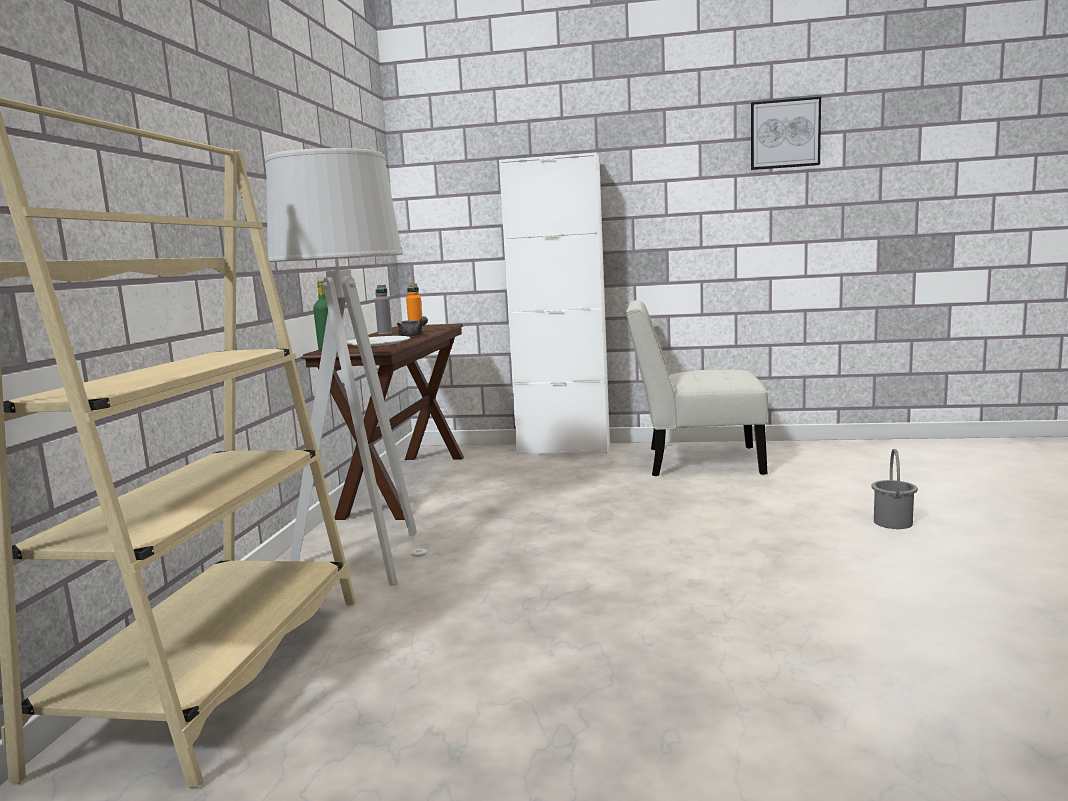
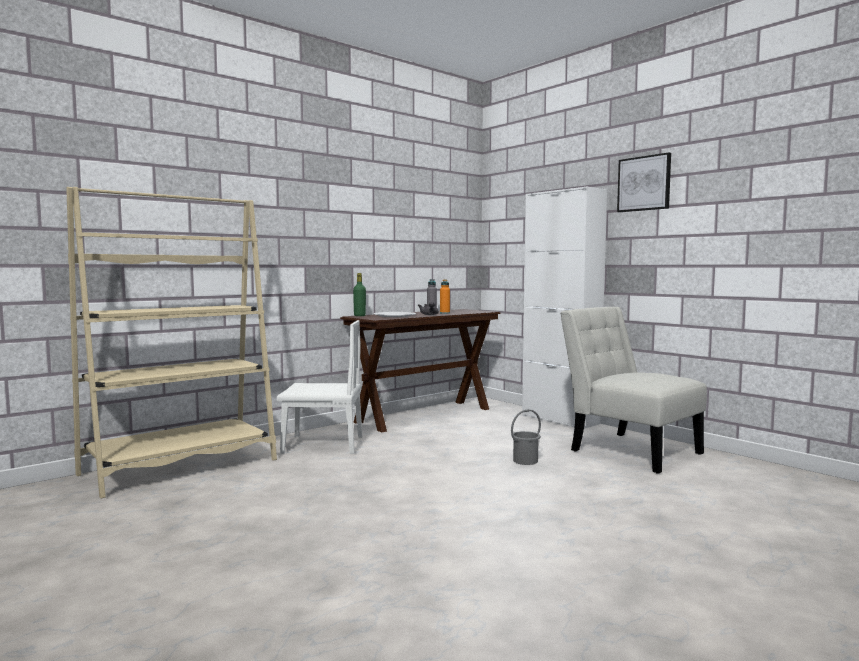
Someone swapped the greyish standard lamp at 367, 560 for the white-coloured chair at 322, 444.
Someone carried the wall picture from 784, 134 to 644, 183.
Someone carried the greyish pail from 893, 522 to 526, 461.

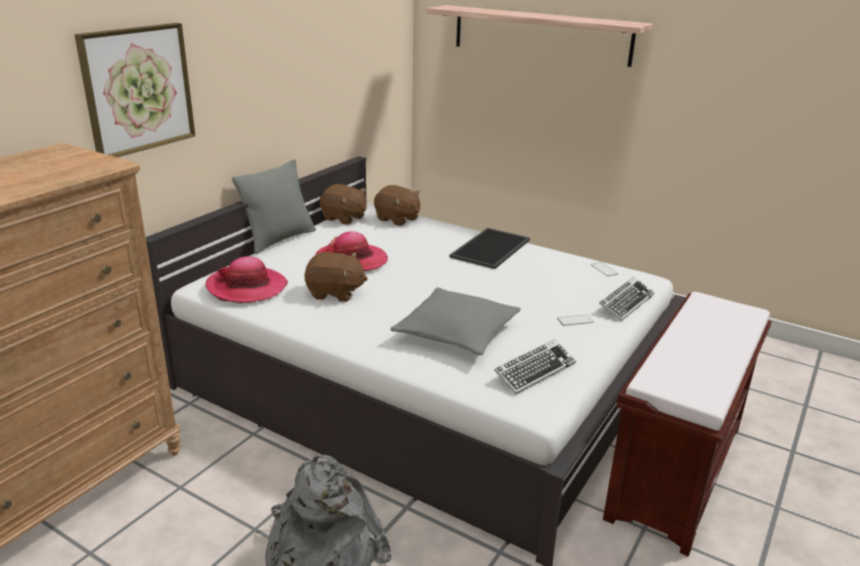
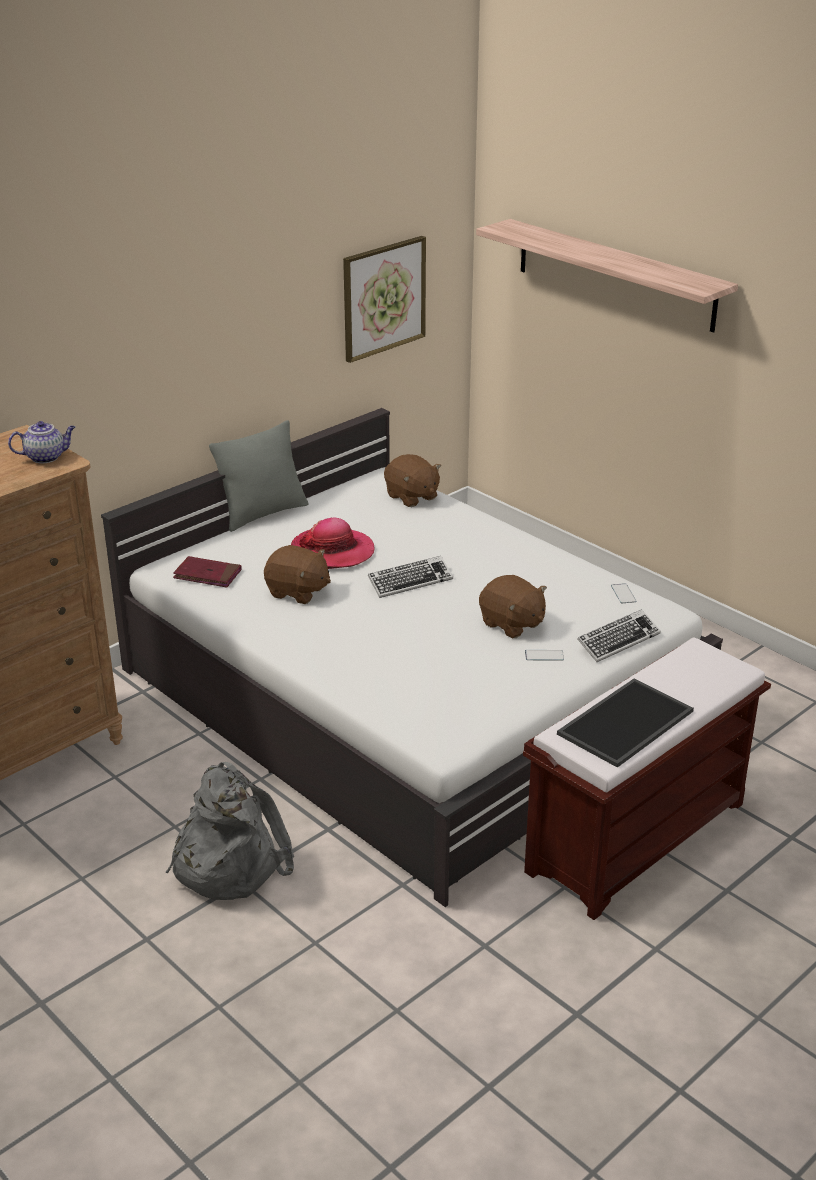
Someone carried the wall picture from 138, 89 to 383, 298.
Someone swapped the wearable hat at 247, 287 for the reddish bound book at 207, 575.
Someone carried the brown-coloured soft toy from 344, 218 to 511, 624.
Someone took away the greyish throw pillow at 456, 332.
Someone carried the serving tray from 491, 249 to 626, 724.
Someone carried the computer keyboard from 535, 371 to 410, 581.
Someone put down the teapot at 46, 457.

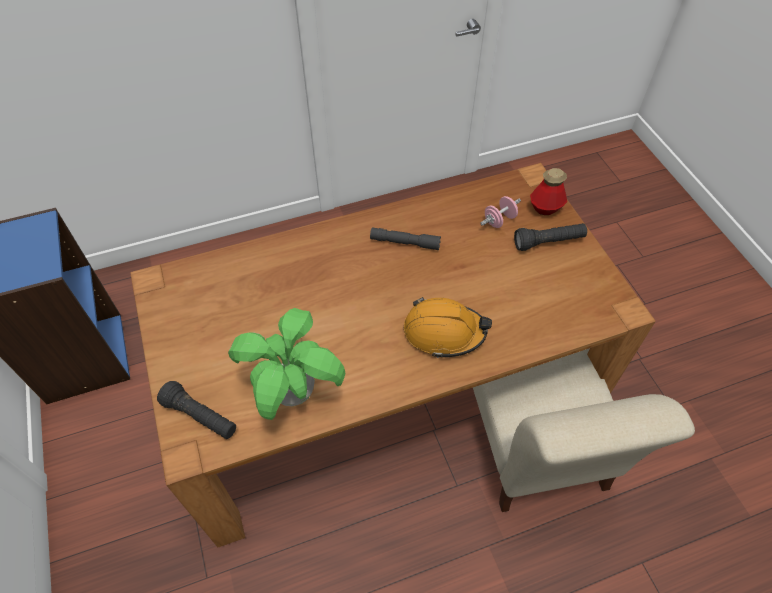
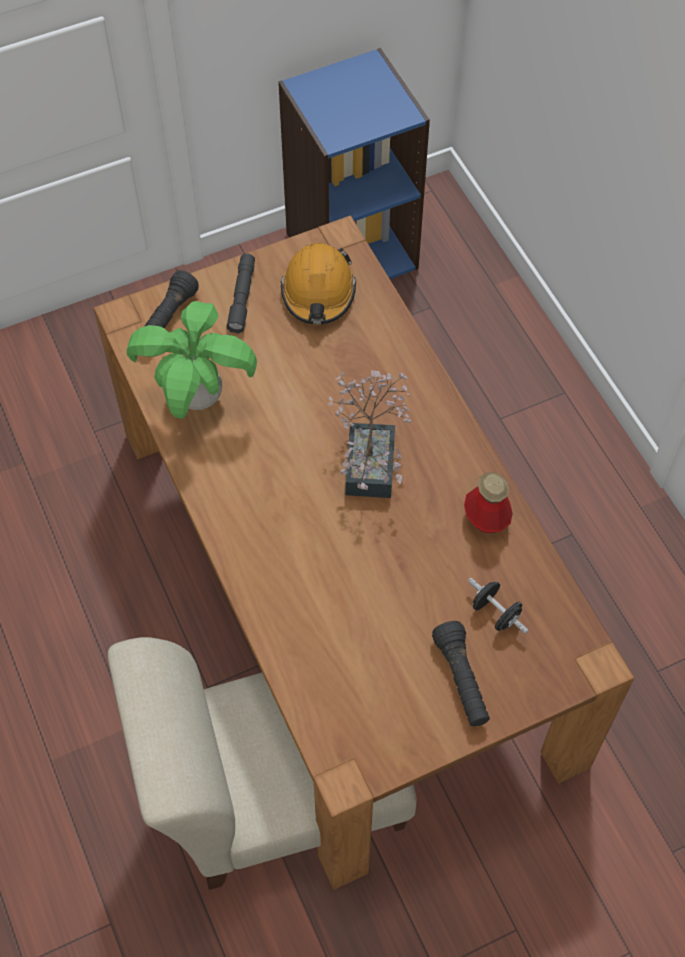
Someone carried the greyish flashlight from 405, 242 to 242, 298.
Someone carried the orangey work helmet from 444, 332 to 318, 292.
Someone repainted the pink-coloured dumbbell at 499, 220, which became the black-coloured dumbbell at 495, 613.
Someone carried the bottle from 545, 208 to 486, 519.
Someone put down the potted plant at 371, 458.

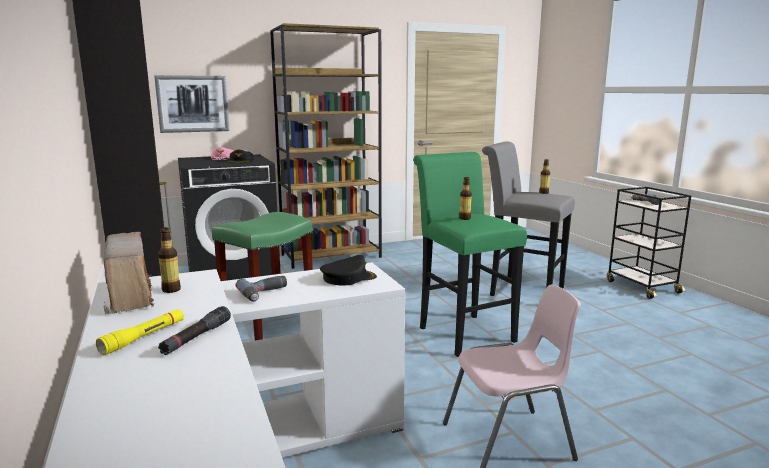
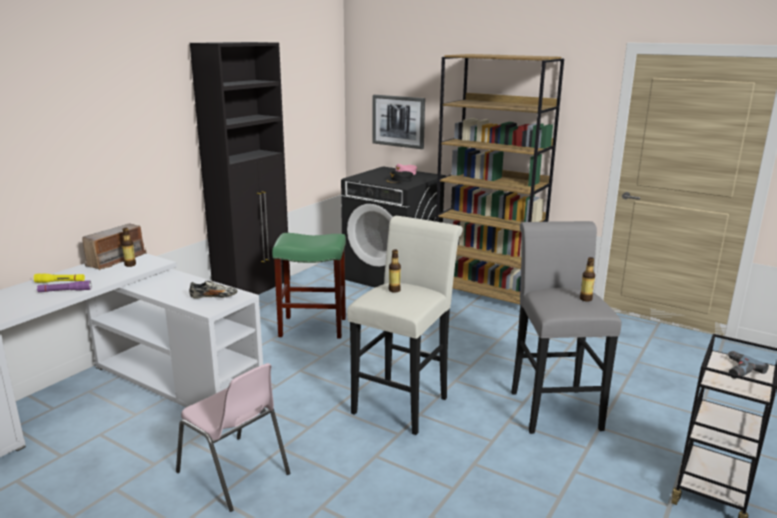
Someone repainted the black-coloured flashlight at 196, 337, which became the purplish flashlight at 65, 291.
Someone took away the drill at 265, 293.
Someone swapped the black-coloured baseball cap at 348, 278 for the shoe at 214, 297.
Someone repainted the green-coloured stool seat at 462, 332, which became the white-coloured stool seat at 404, 402.

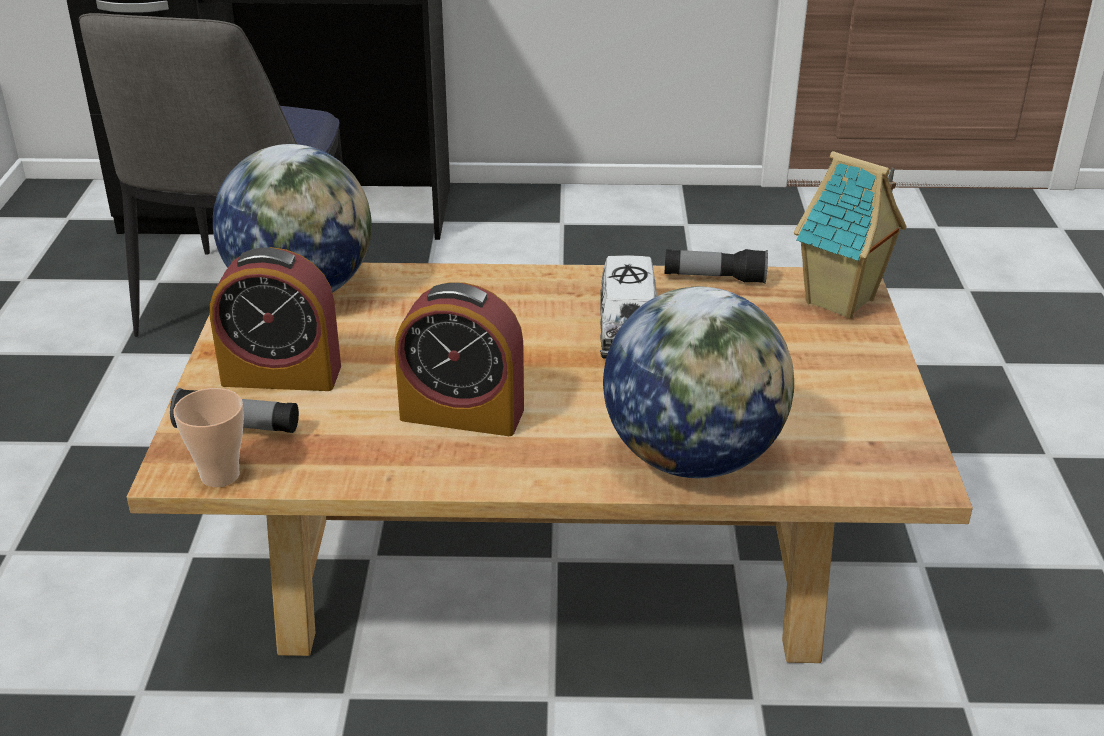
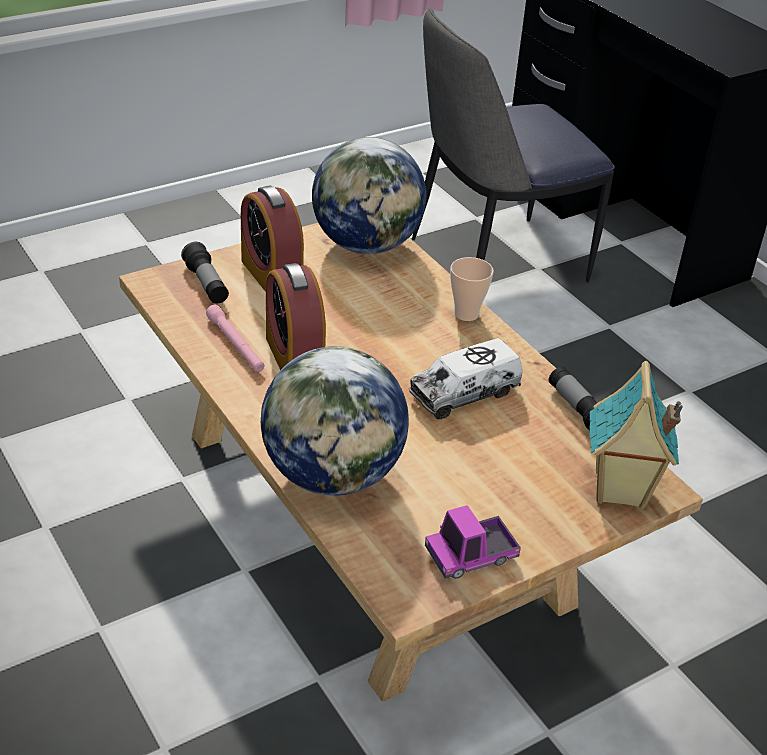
Someone carried the drinking cup from 220, 475 to 466, 314.
Someone put down the pink-coloured flashlight at 235, 345.
Someone put down the toy lorry at 471, 555.

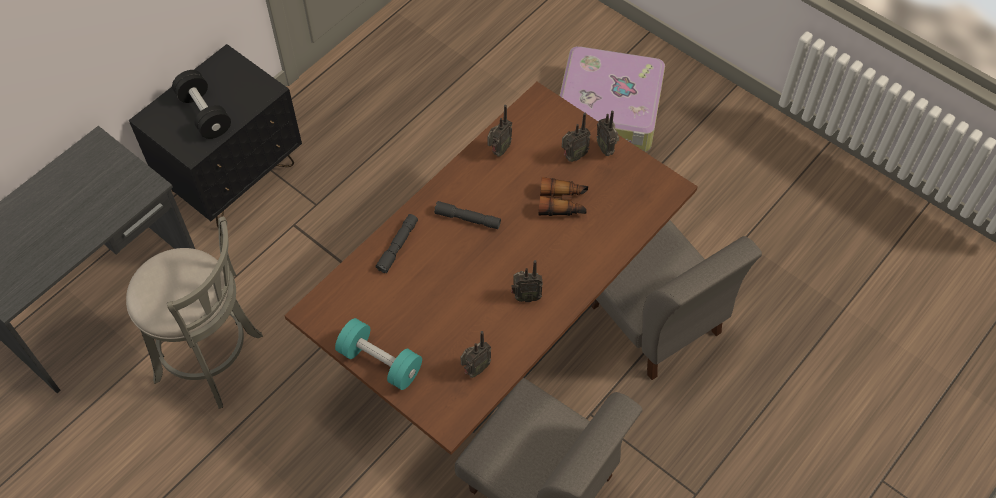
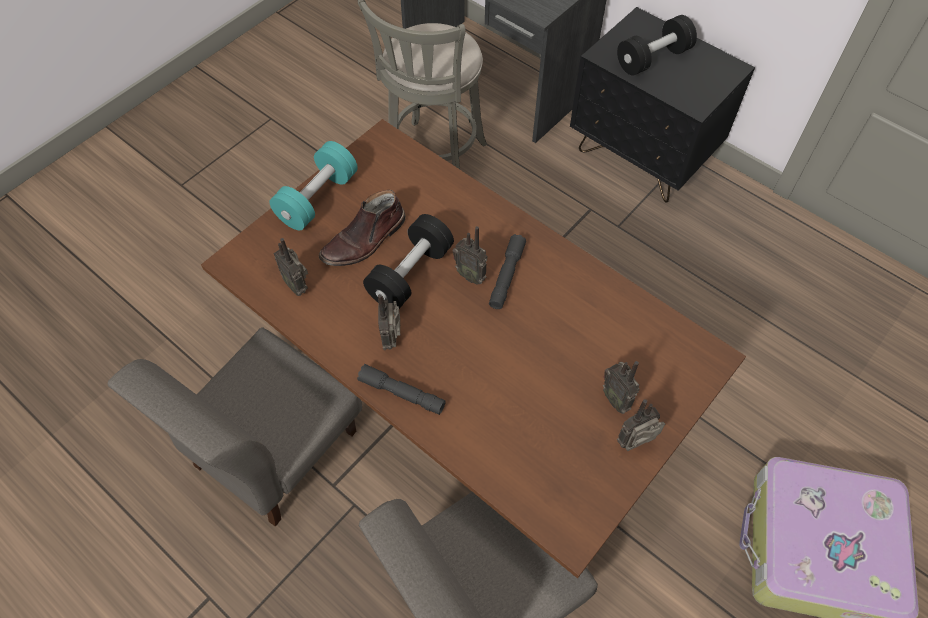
Someone carried the greyish flashlight from 398, 246 to 402, 393.
Someone carried the radio set from 498, 151 to 471, 275.
Someone took away the pair of binoculars at 563, 203.
Someone put down the brown-coloured tall boot at 365, 240.
Someone put down the black-coloured dumbbell at 410, 274.

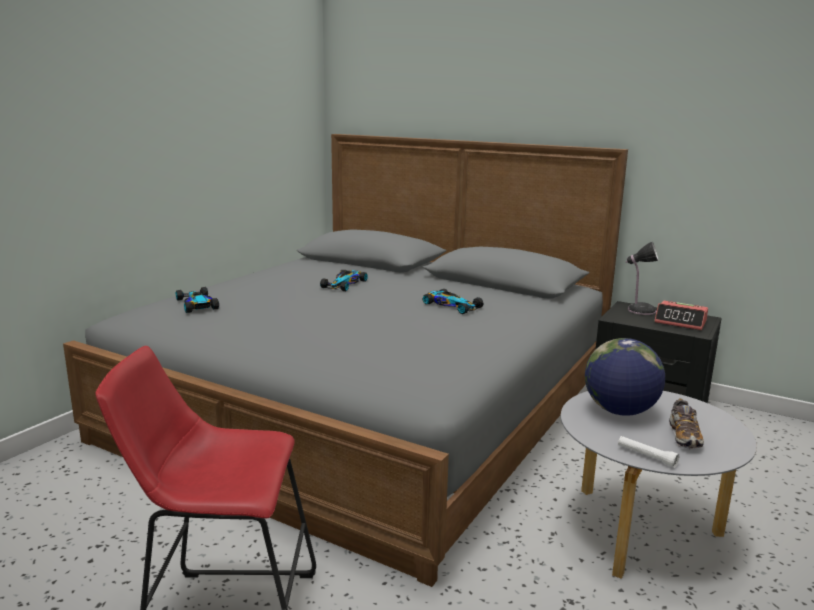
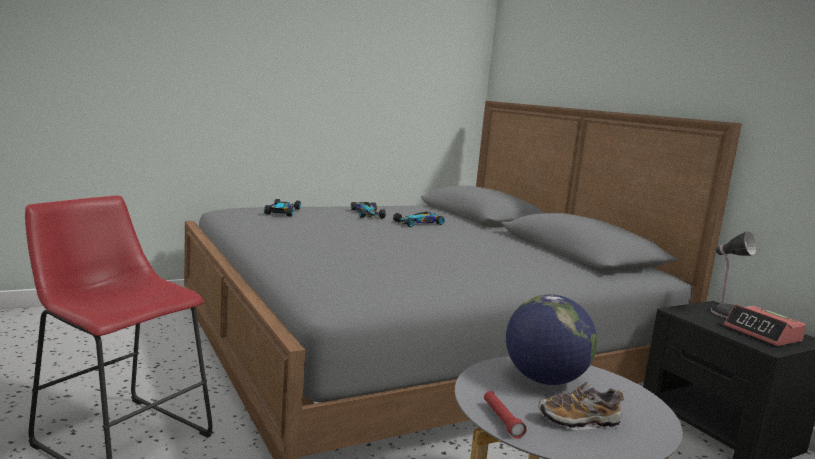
Someone carried the model car from 451, 305 to 367, 213.
Someone repainted the white-coloured flashlight at 646, 456, which became the reddish flashlight at 502, 420.
Someone rotated the shoe at 684, 437 by 45 degrees clockwise.

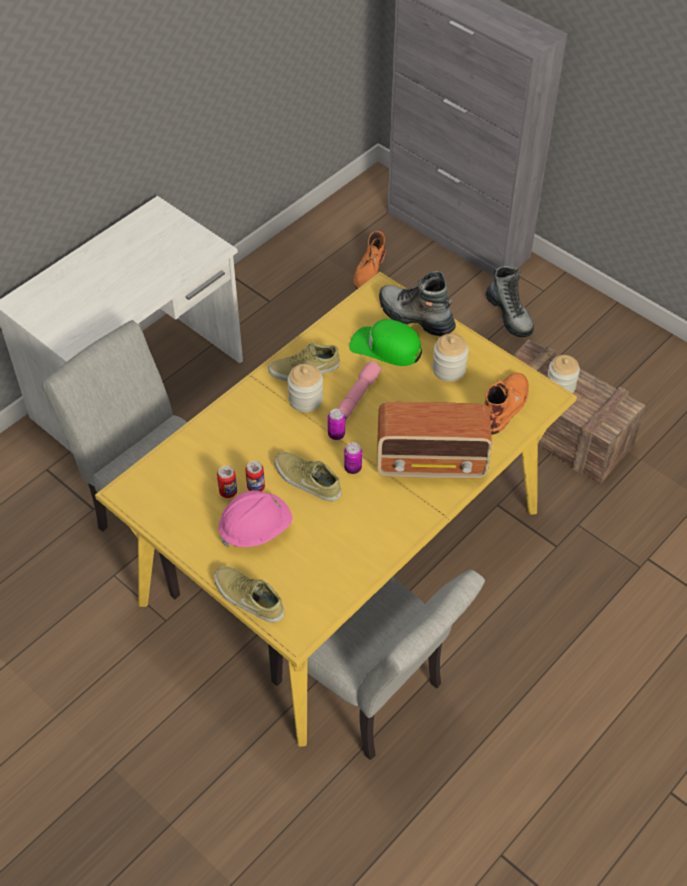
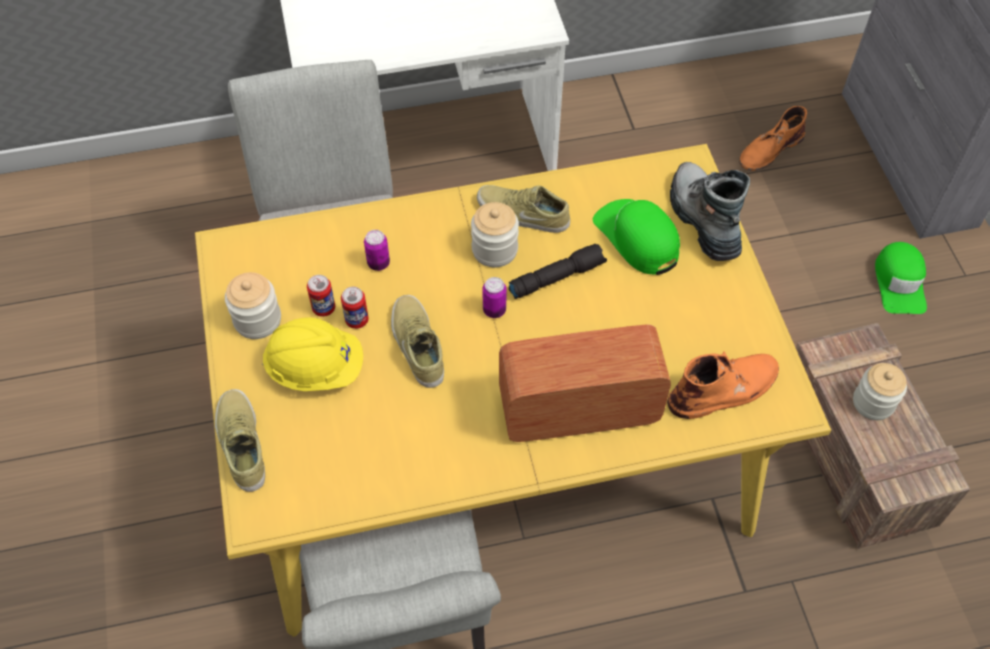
Someone repainted the pink-coloured work helmet at 255, 529, which became the yellow work helmet at 316, 368.
Someone repainted the pink-coloured flashlight at 357, 395, which became the black-coloured flashlight at 557, 276.
Someone carried the metal can from 352, 468 to 378, 263.
Someone rotated the radio set at 432, 463 by 135 degrees clockwise.
Someone carried the storage jar from 449, 369 to 257, 320.
Someone swapped the tall boot at 509, 315 for the green-coloured baseball cap at 899, 283.

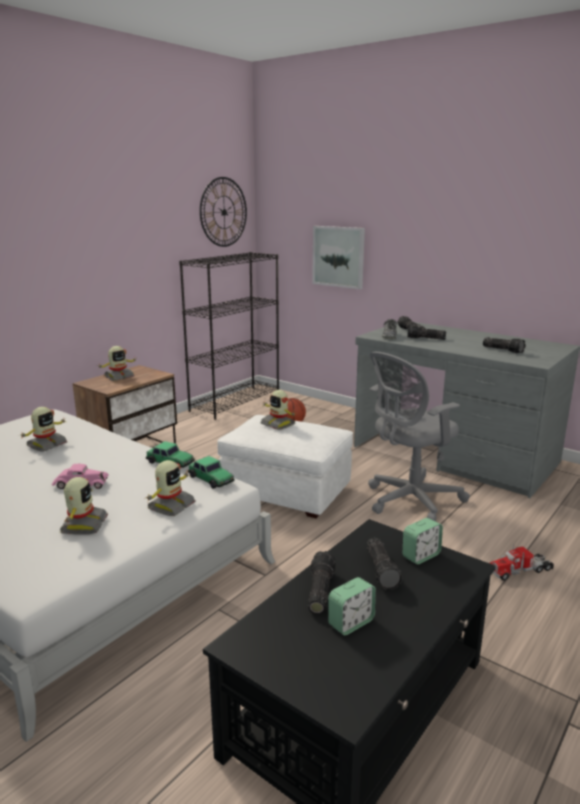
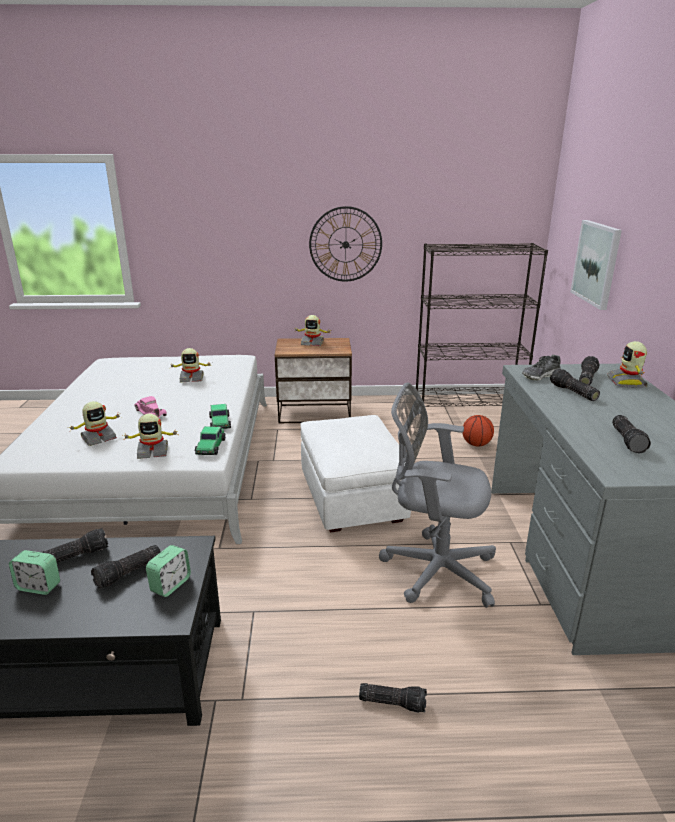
Someone carried the hanging clock from 223, 212 to 345, 244.
Someone carried the robot figure from 278, 424 to 627, 382.
Someone rotated the alarm clock at 421, 556 by 75 degrees counterclockwise.
Someone swapped the toy lorry at 520, 570 for the flashlight at 393, 702.

